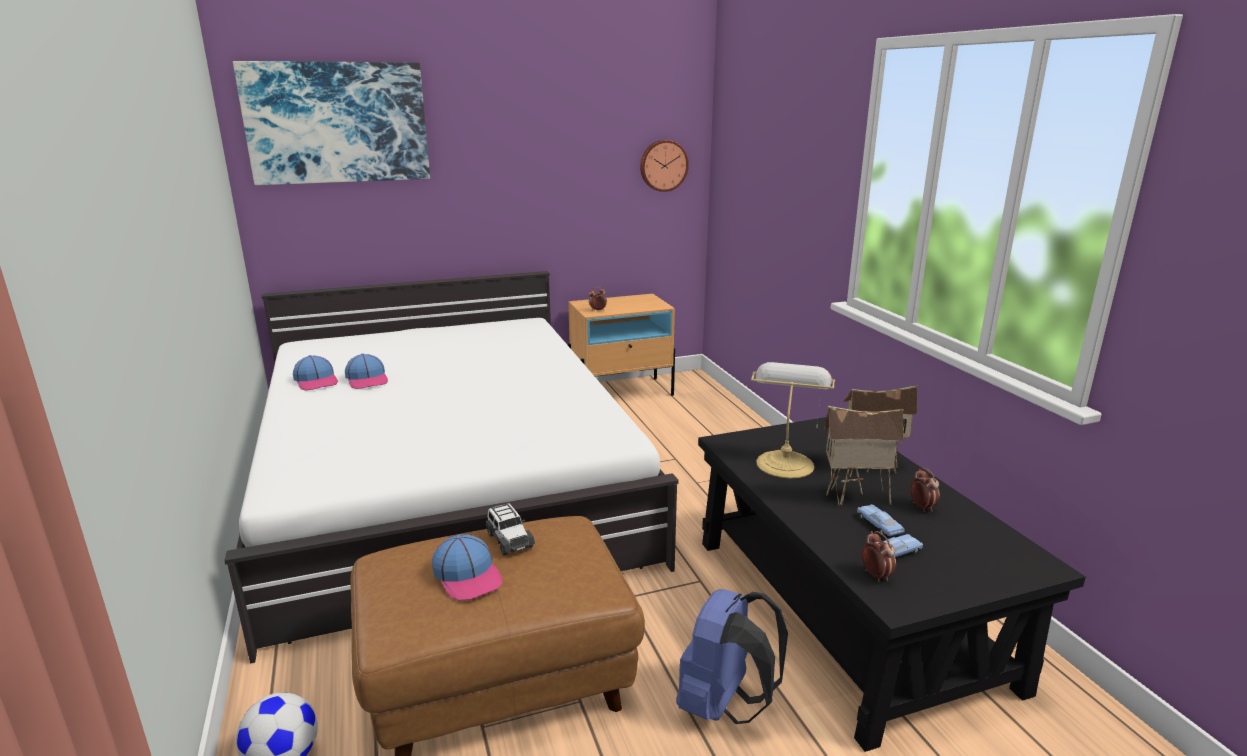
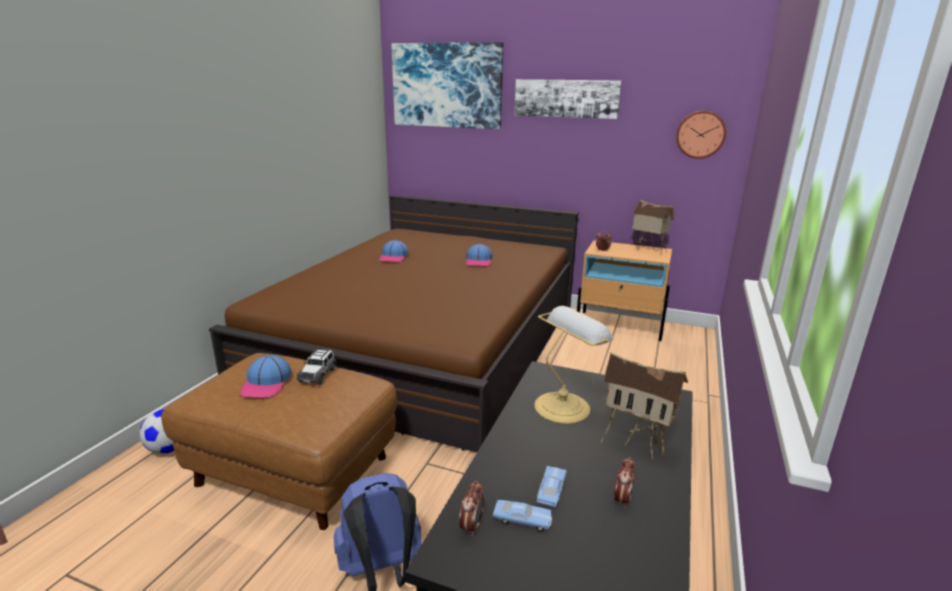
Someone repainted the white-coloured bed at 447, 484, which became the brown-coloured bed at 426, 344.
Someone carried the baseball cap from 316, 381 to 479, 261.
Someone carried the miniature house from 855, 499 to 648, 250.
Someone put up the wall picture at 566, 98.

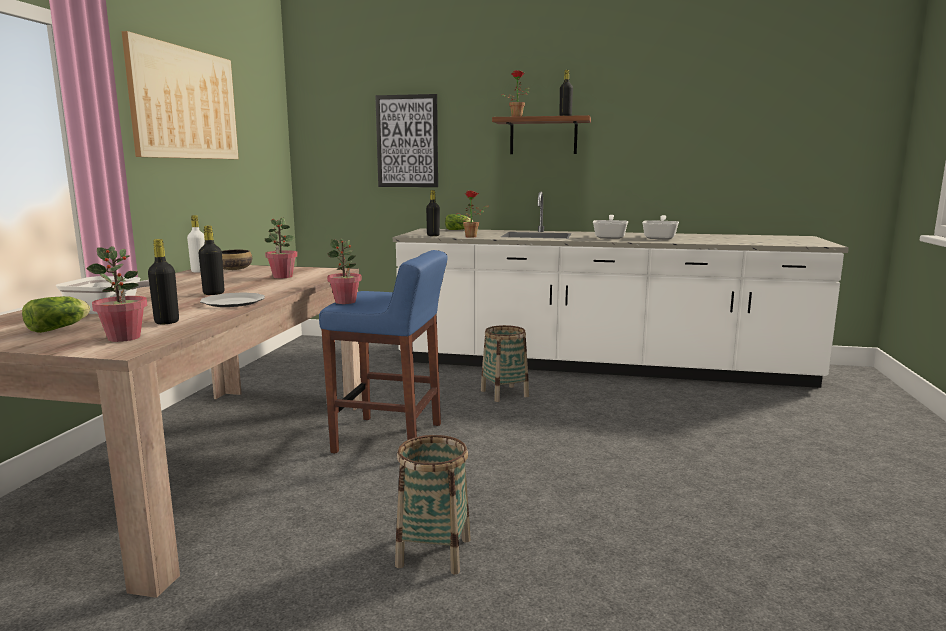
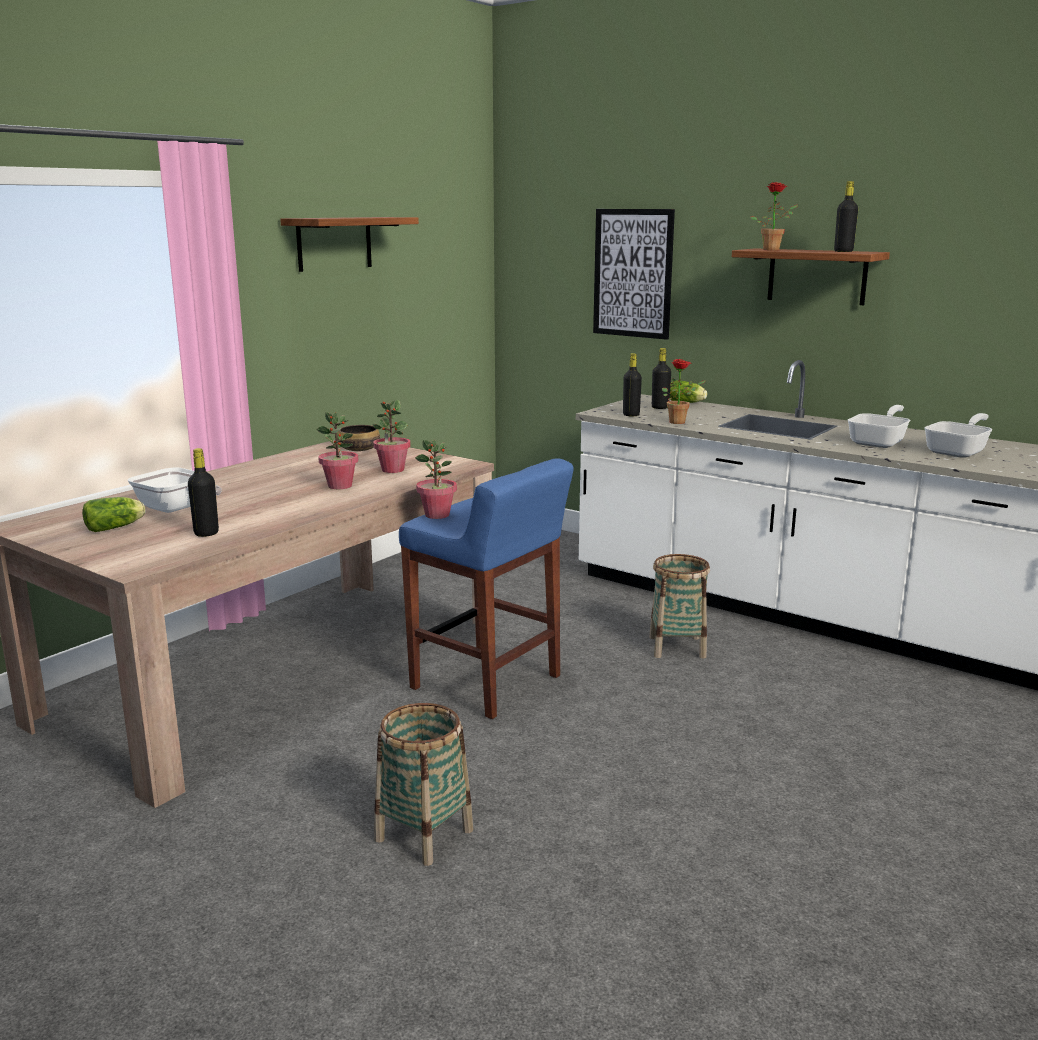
Someone carried the potted plant from 124, 338 to 340, 486.
Someone swapped the wall picture at 185, 103 for the bracket shelf at 334, 243.
Someone took away the white-coloured bottle at 199, 271.
Someone carried the black-coloured bottle from 214, 293 to 660, 407.
Someone took away the dinner plate at 234, 302.

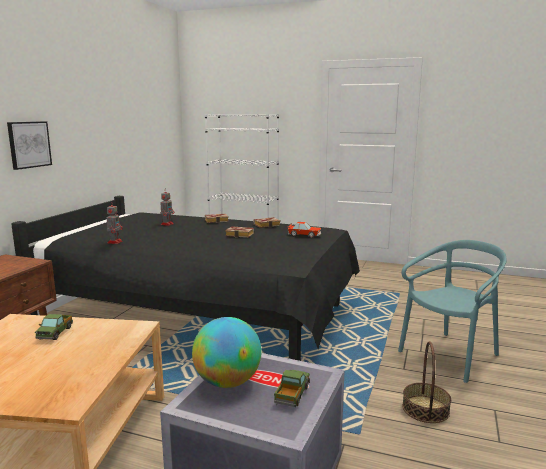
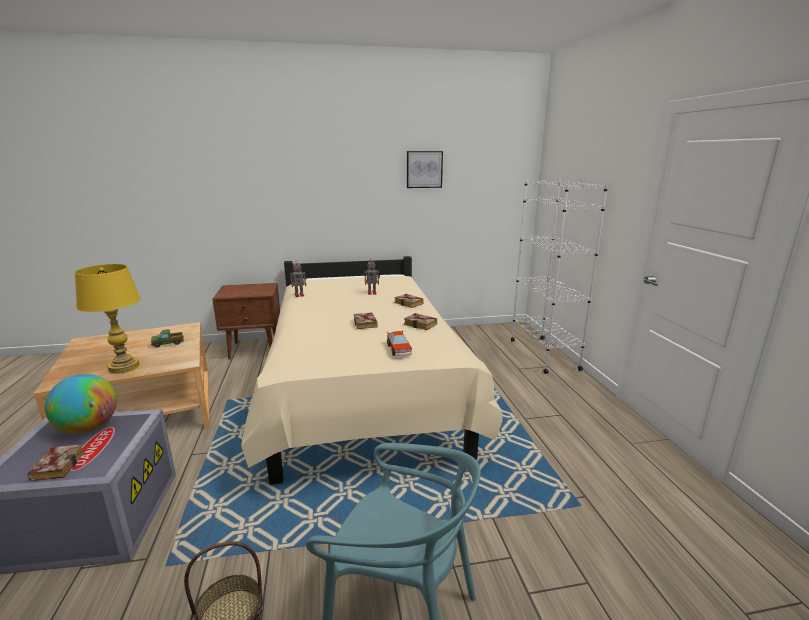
Someone carried the wall picture from 29, 144 to 424, 169.
Someone repainted the black-coloured bed at 201, 316, which became the sand-coloured bed at 362, 390.
Someone swapped the toy lorry at 292, 395 for the bound book at 58, 465.
Someone put down the yellow table lamp at 124, 367.

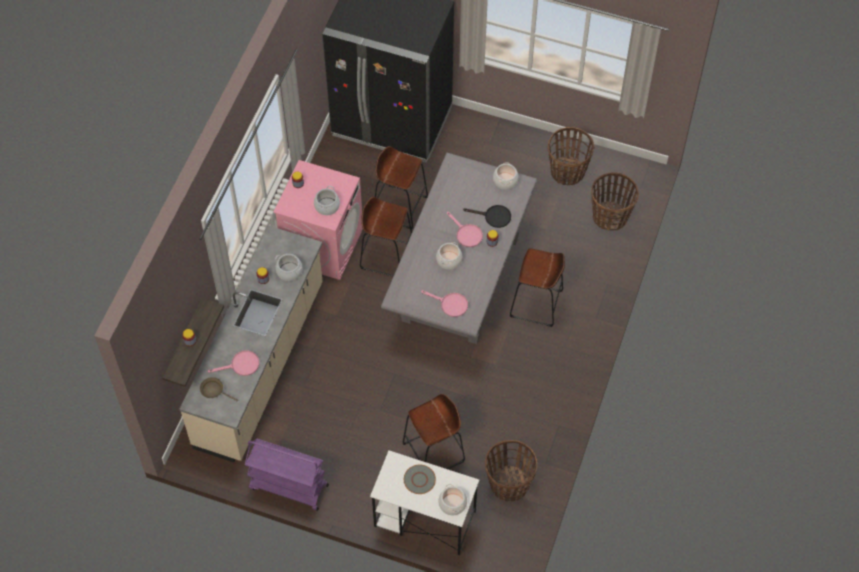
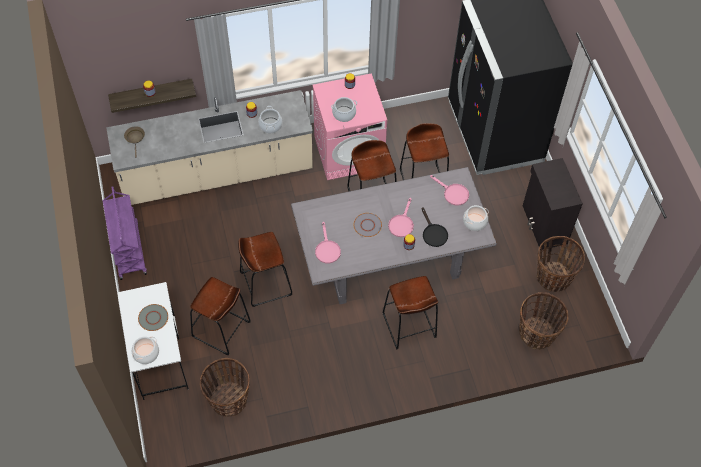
Someone carried the pink-coloured frying pan from 241, 365 to 453, 193.
Someone swapped the cooking pot at 449, 260 for the greyish dinner plate at 367, 225.
Someone put down the brown-coloured stool seat at 265, 283.
Someone put down the black-coloured storage cabinet at 543, 225.

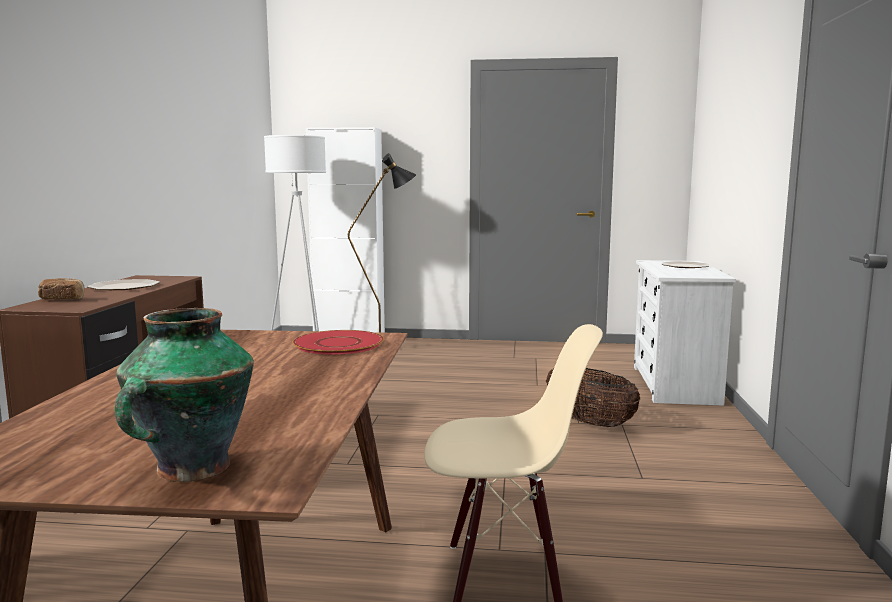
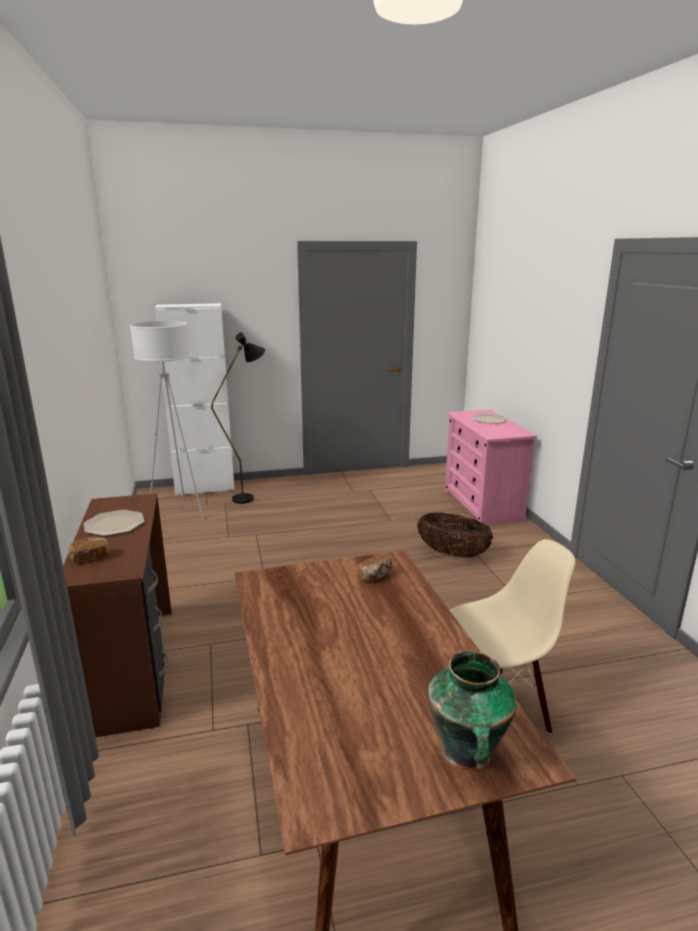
Someone swapped the reddish dinner plate at 338, 344 for the bakery bread at 376, 576.
Someone repainted the white-coloured drawer chest at 674, 385, which became the pink-coloured drawer chest at 482, 505.

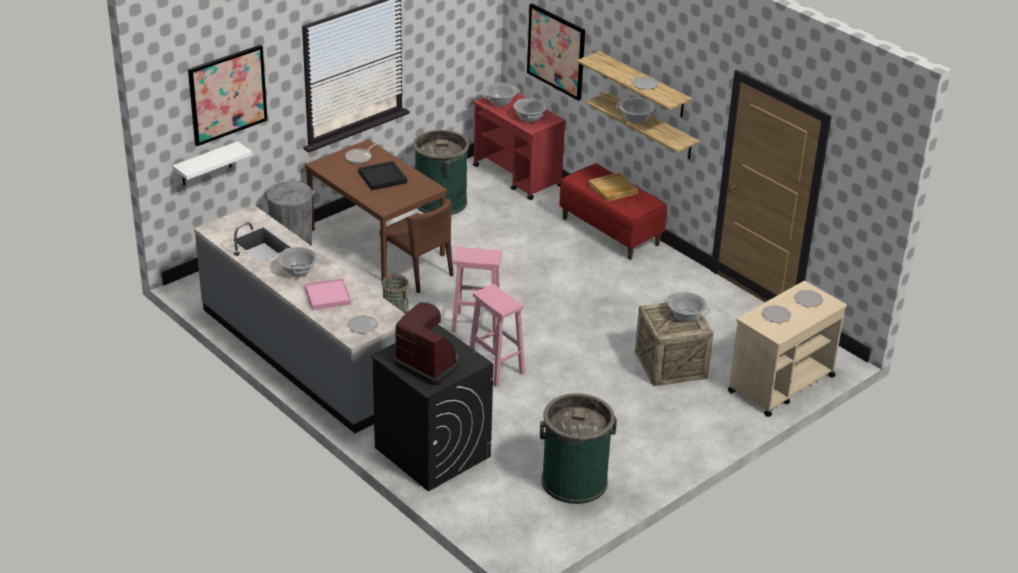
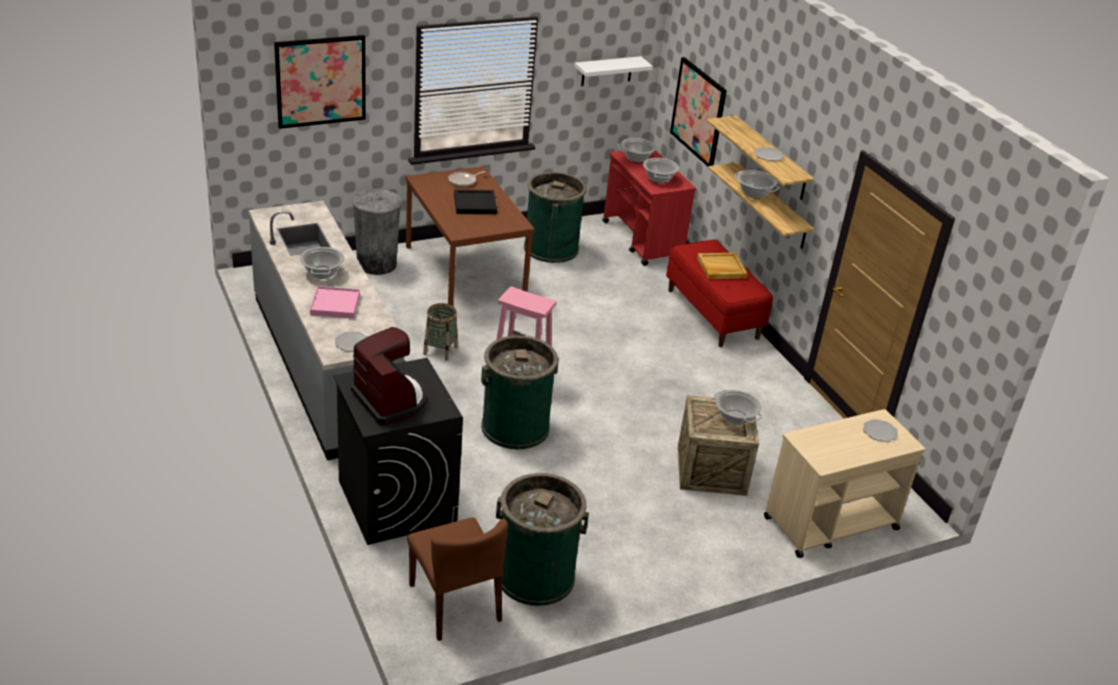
Someone carried the white-coloured bracket shelf from 206, 164 to 606, 71.
Someone carried the brown-coloured chair from 418, 273 to 455, 603.
Someone swapped the pink-coloured stool seat at 495, 368 for the green-coloured waste bin at 515, 427.
Someone took away the dinner plate at 776, 315.

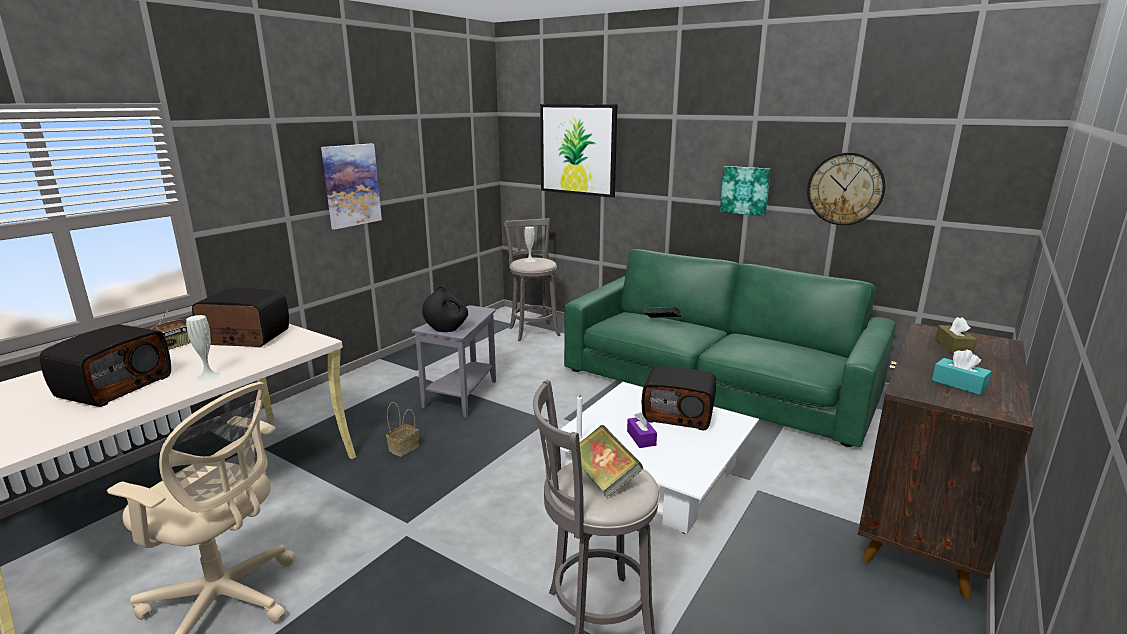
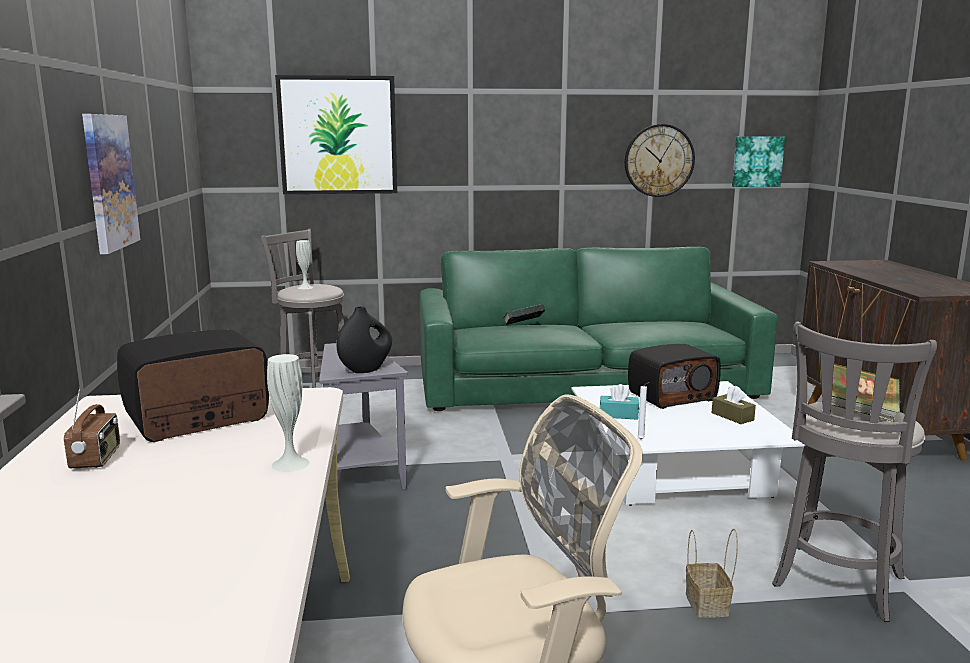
Someone took away the radio set at 115, 386.
Someone carried the household basket from 403, 449 to 708, 605.
Someone took away the purplish tissue box at 641, 438.
Someone carried the wall picture from 745, 190 to 757, 161.
Someone carried the turquoise tissue box from 959, 384 to 618, 415.
Someone carried the brown-coloured tissue box from 953, 347 to 732, 416.

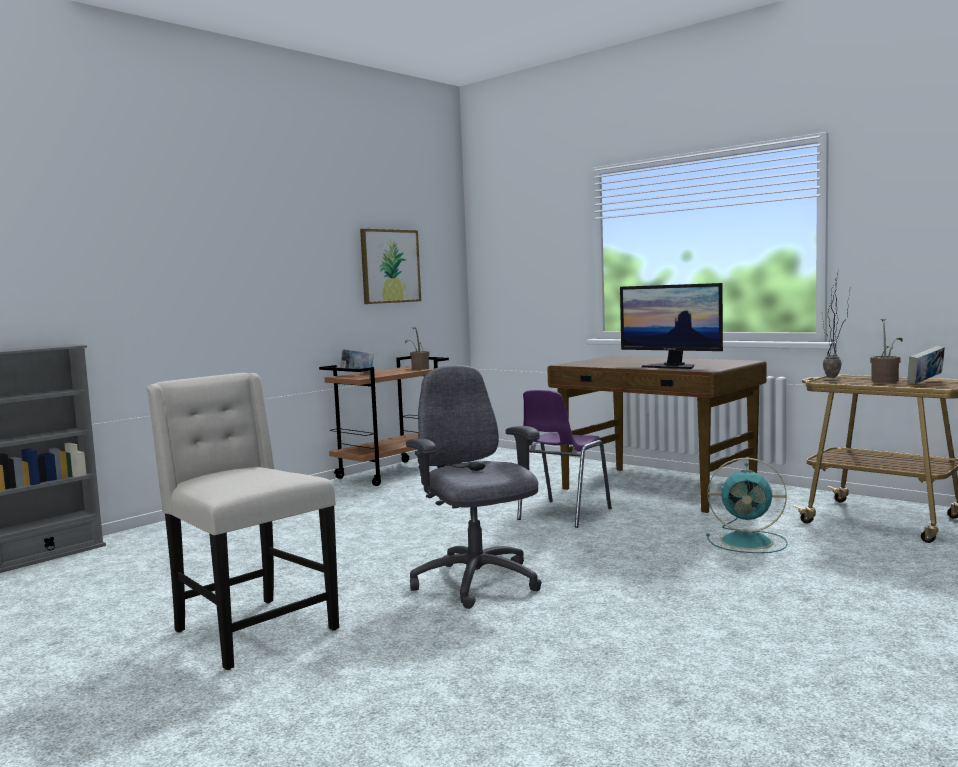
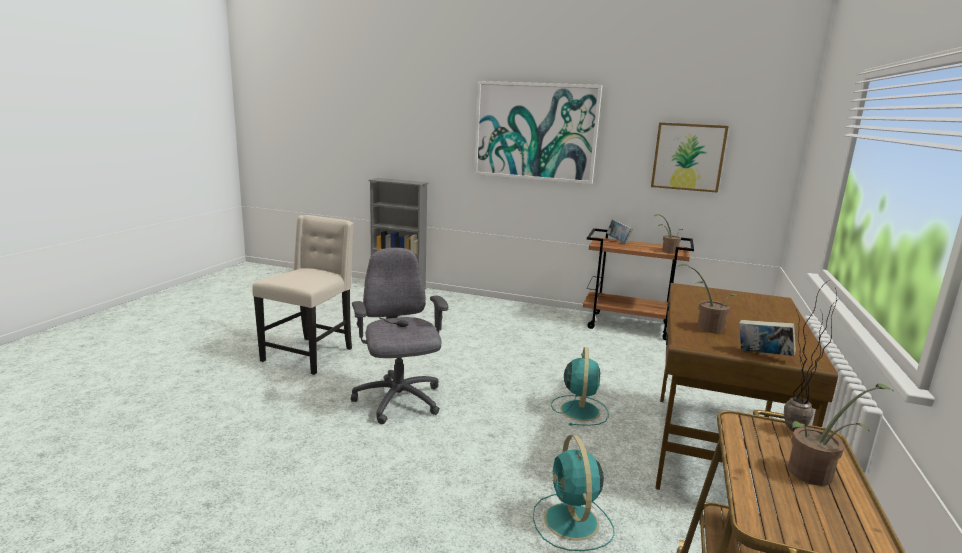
Someone rotated the greyish desk chair at 477, 583 by 60 degrees counterclockwise.
Someone swapped the purplish chair at 562, 514 for the turquoise cooling fan at 580, 410.
Someone swapped the computer display at 672, 366 for the potted plant at 705, 327.
Someone carried the bound book from 925, 382 to 763, 355.
Someone put up the wall picture at 535, 132.

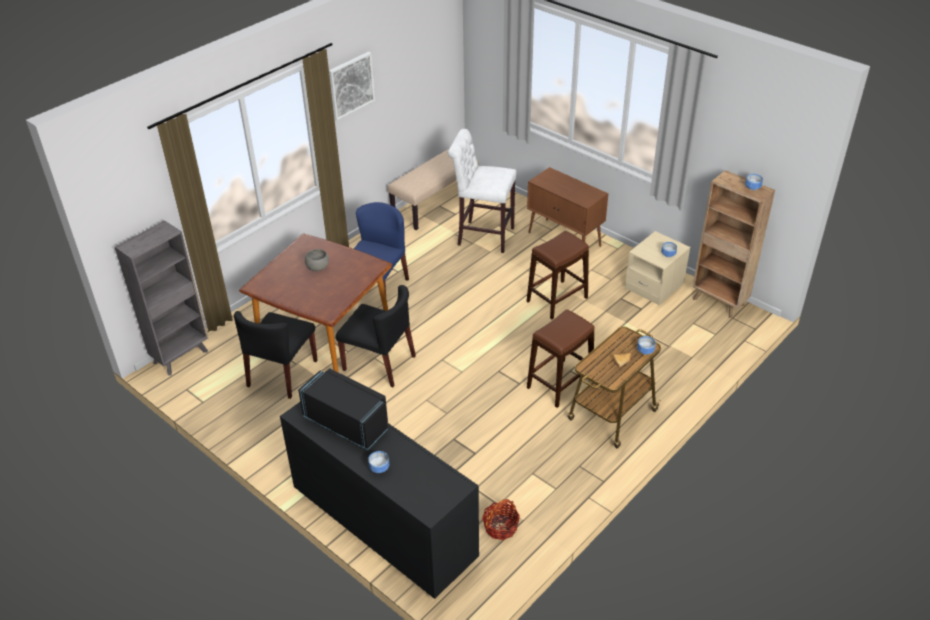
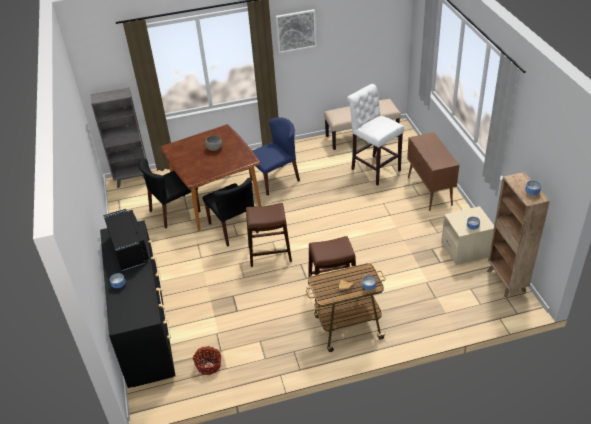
Someone carried the brown-coloured stool seat from 556, 299 to 269, 254.

